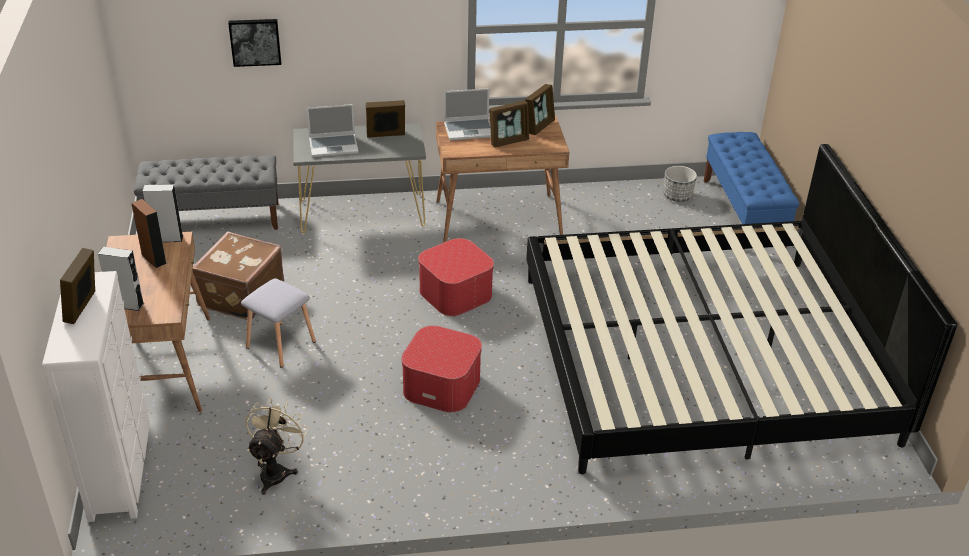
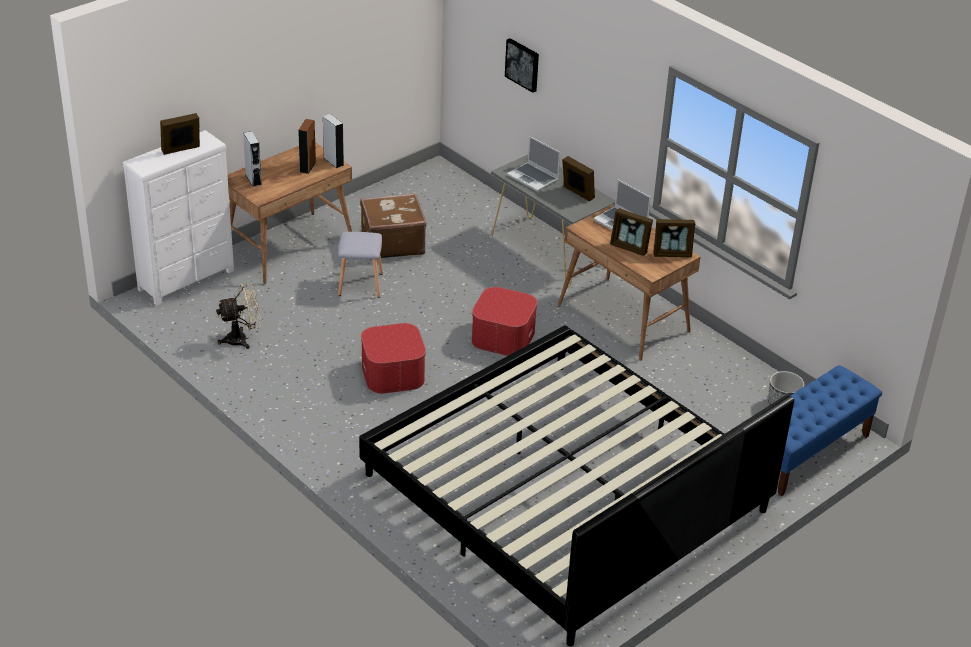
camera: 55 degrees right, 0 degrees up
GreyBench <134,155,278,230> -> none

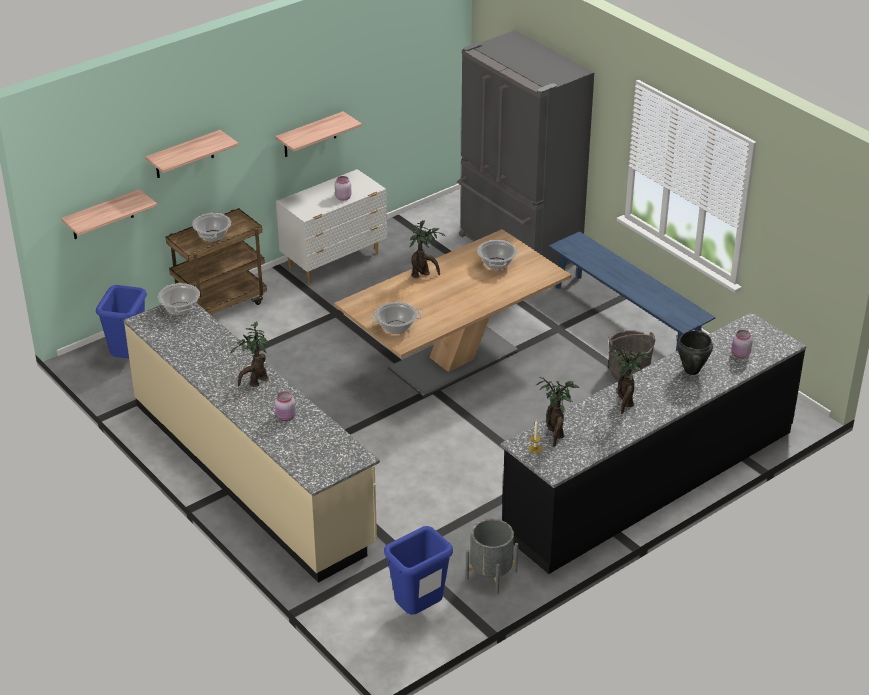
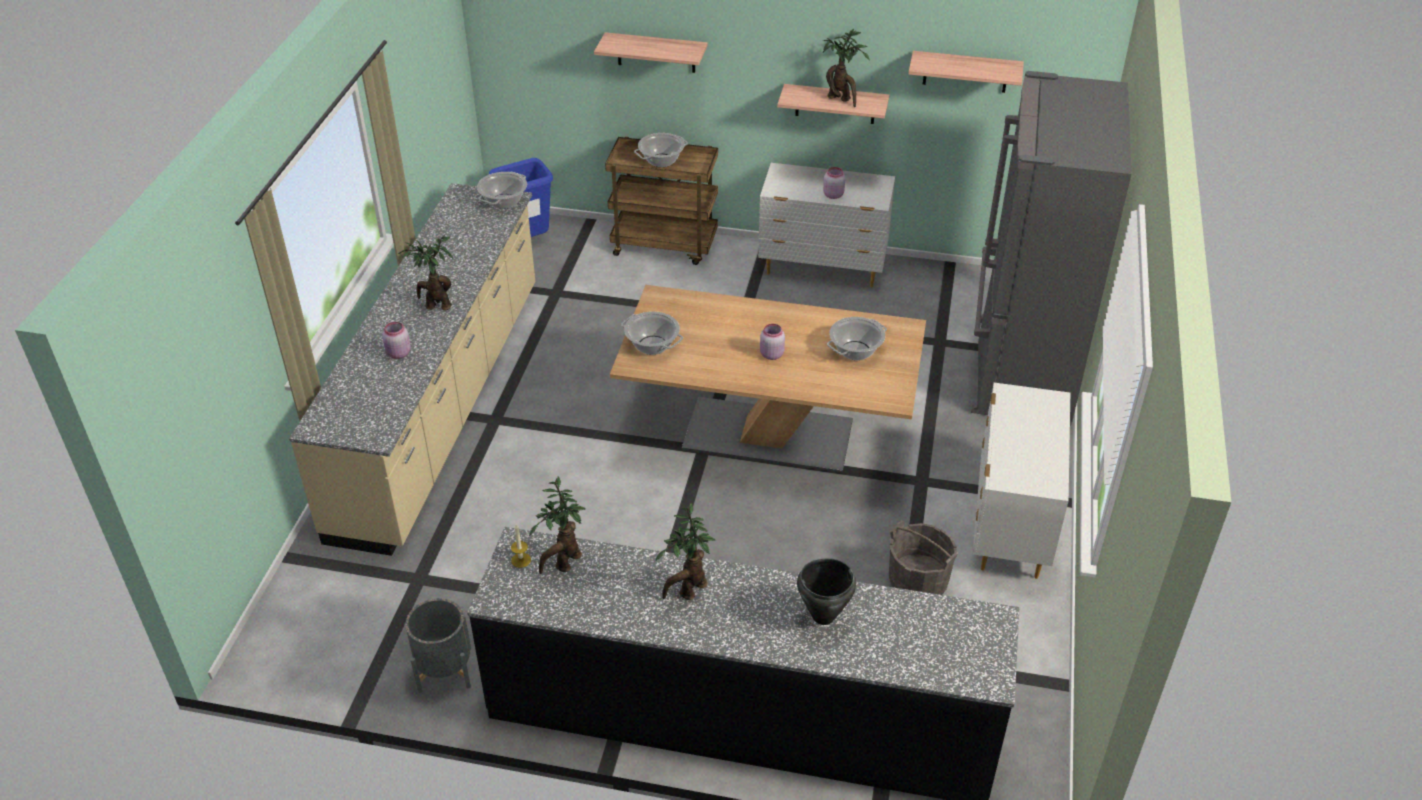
camera: 50 degrees right, 5 degrees up
Shelf <61,189,157,239> -> Shelf <908,51,1024,93>, move
PottedPlant <410,220,445,278> -> PottedPlant <822,29,869,107>, move
BlueBench <549,231,716,351> -> WhiteDresser <973,383,1070,579>
PinkJar <732,330,753,358> -> PinkJar <760,324,785,360>, move
BlueTrashCan <384,526,453,615> -> none

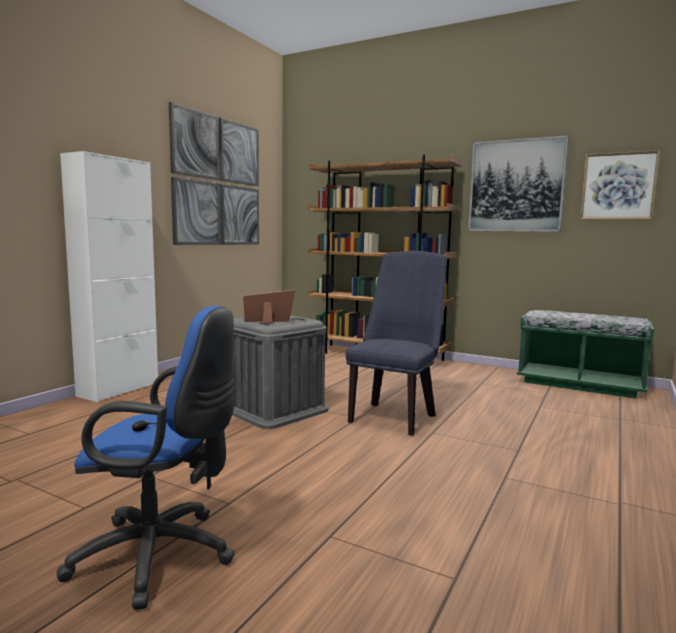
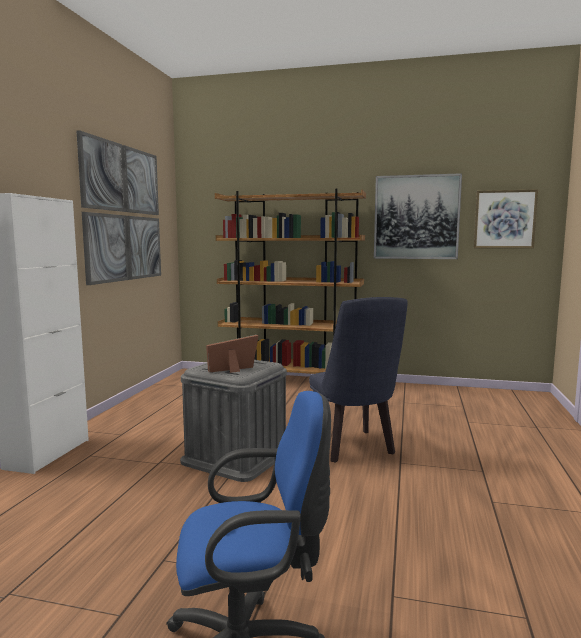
camera: 15 degrees left, 0 degrees up
BlueChair <346,251,447,436> -> BlueChair <309,297,407,463>, 150 degrees clockwise
GreenBench <517,310,654,399> -> none

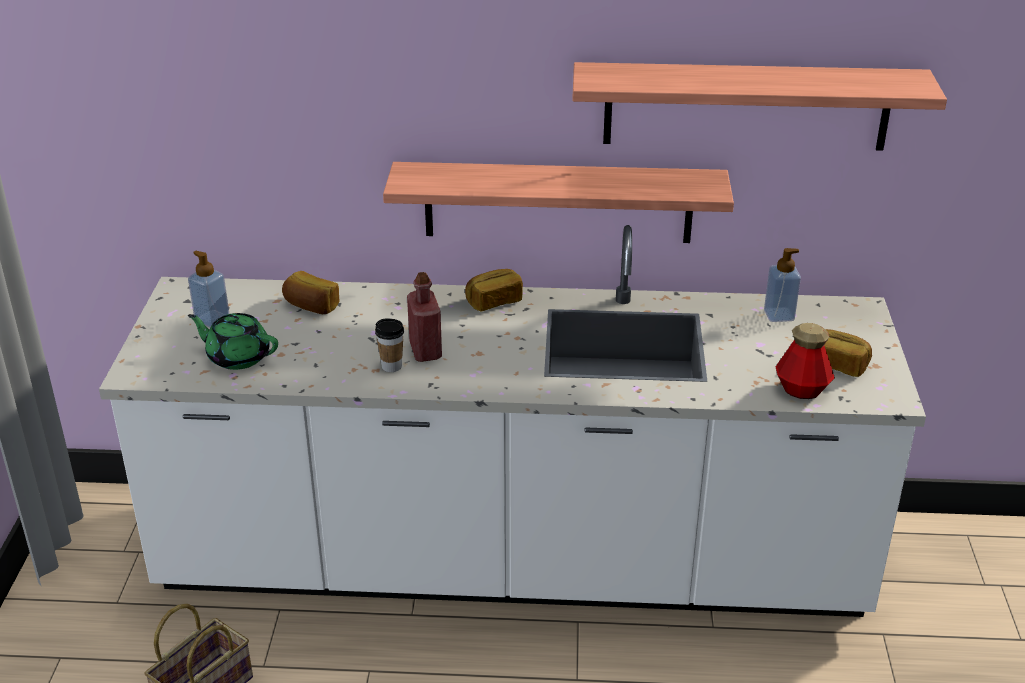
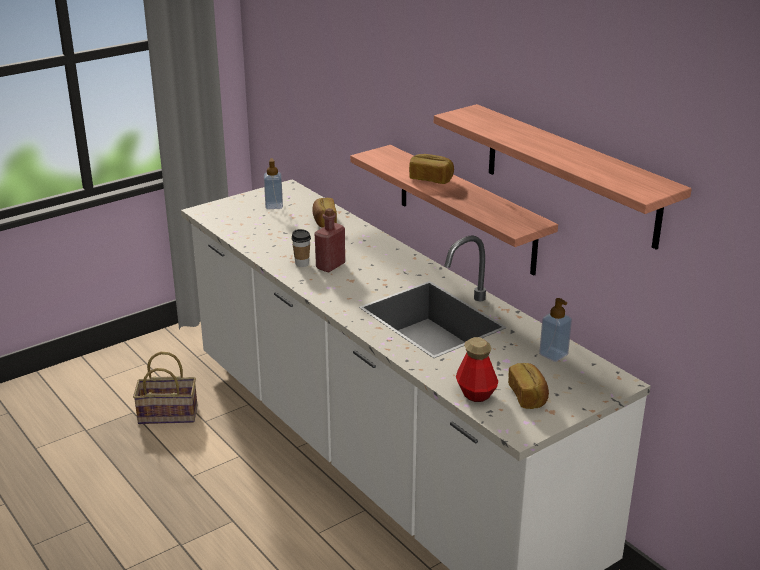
camera: 50 degrees right, 5 degrees down
Bread <465,269,523,311> -> Bread <409,154,454,184>, move
GreenTeapot <188,313,278,370> -> none

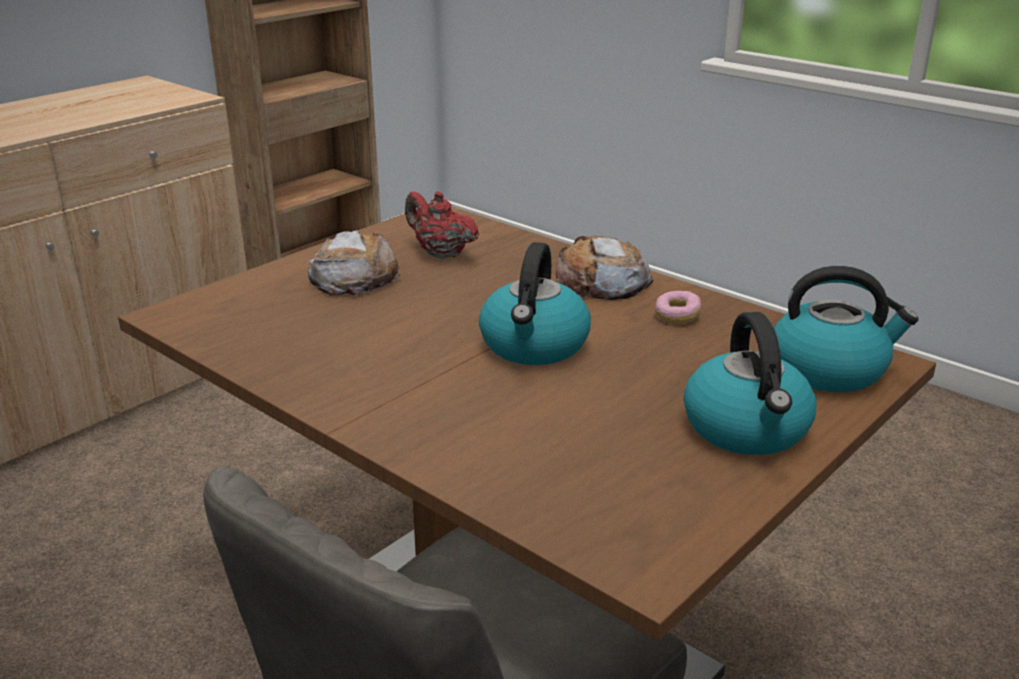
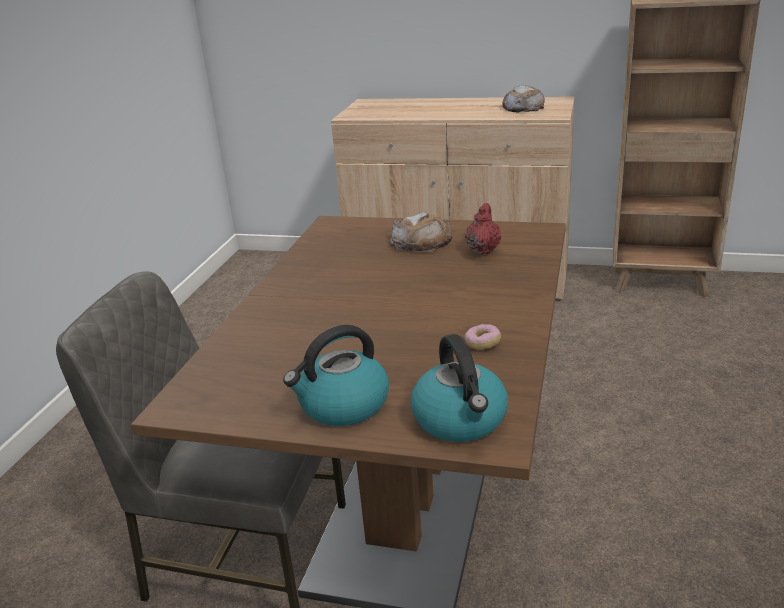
camera: 65 degrees right, 0 degrees up
Bread <555,236,653,300> -> Bread <502,85,545,113>, move
Kettle <479,242,591,365> -> none

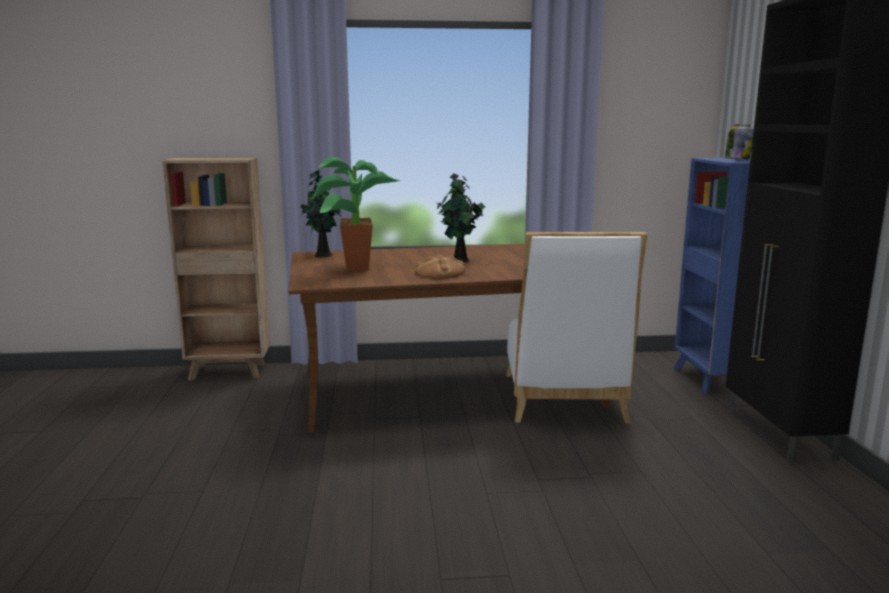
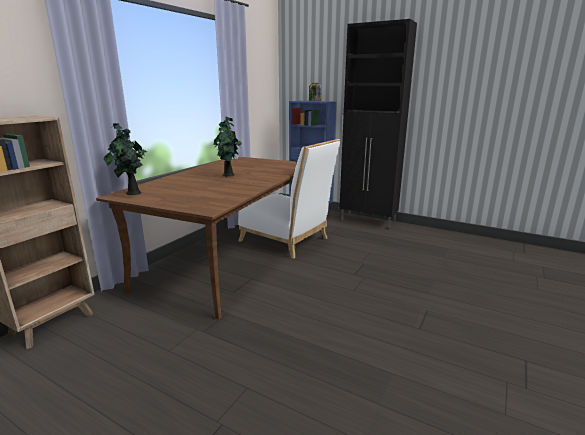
camera: 55 degrees left, 5 degrees up
PottedPlant <312,157,400,271> -> none
Bread <414,254,465,278> -> none

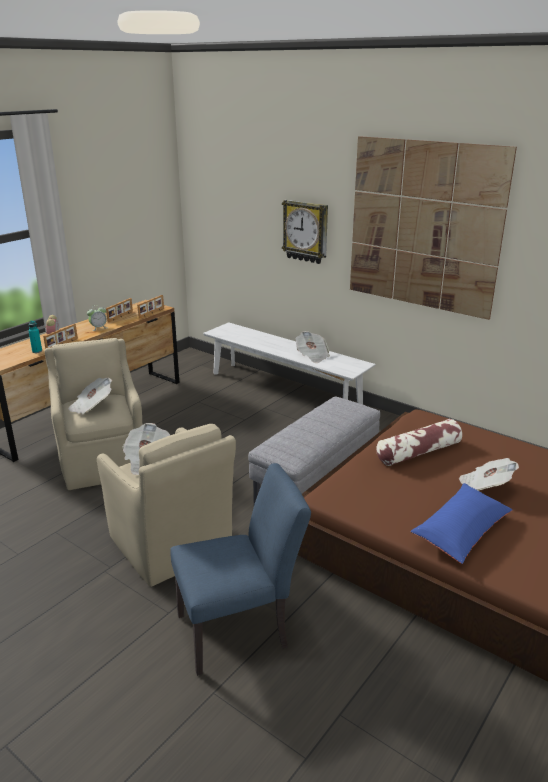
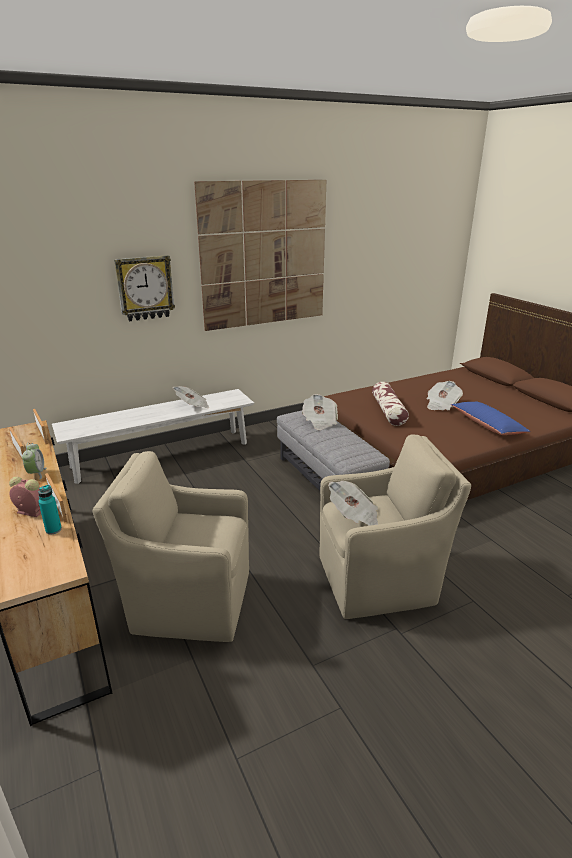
camera: 65 degrees left, 0 degrees up
Newspaper <68,378,112,415> -> Newspaper <302,394,338,430>, move
BlueChair <170,463,311,676> -> none

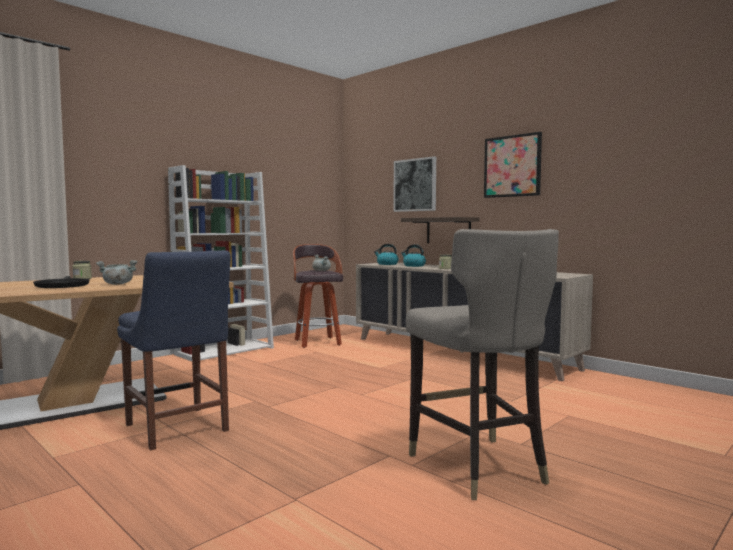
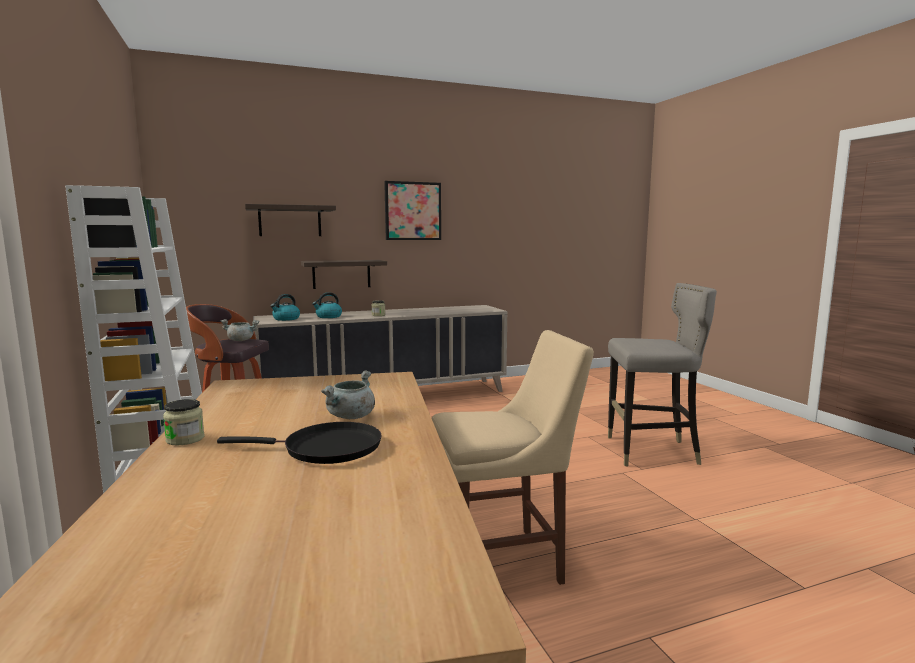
camera: 65 degrees left, 5 degrees up
Picture <393,156,436,212> -> Shelf <245,204,336,236>
BlueChair <117,250,231,450> -> BeigeChair <432,330,594,585>

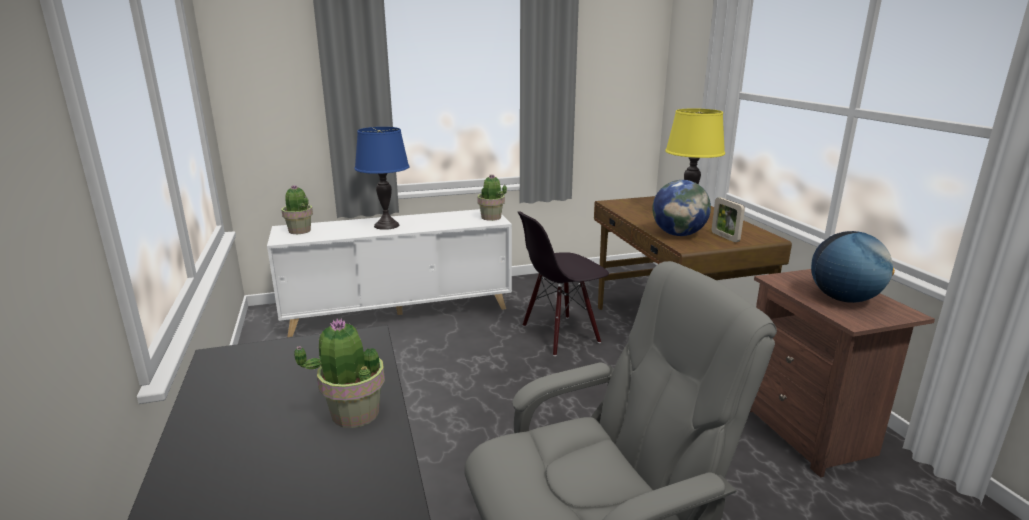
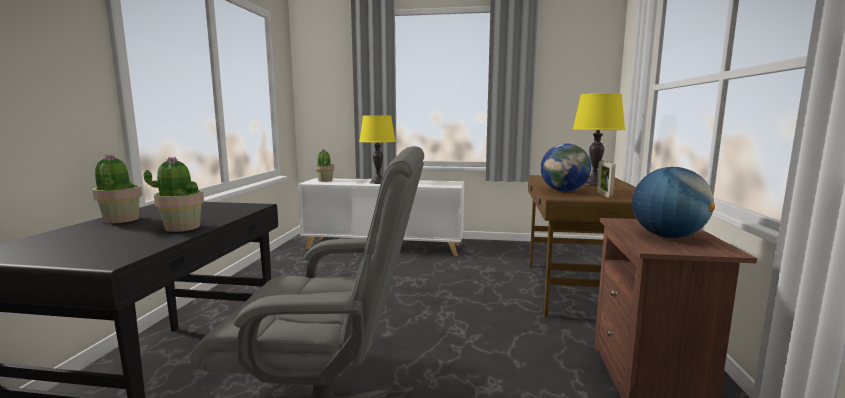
camera: 25 degrees right, 10 degrees down
BlueTableLamp <354,127,410,230> -> YellowTableLamp <359,115,396,184>
PottedPlant <477,174,507,221> -> PottedPlant <92,154,142,223>, move
BlackChair <518,211,609,356> -> none

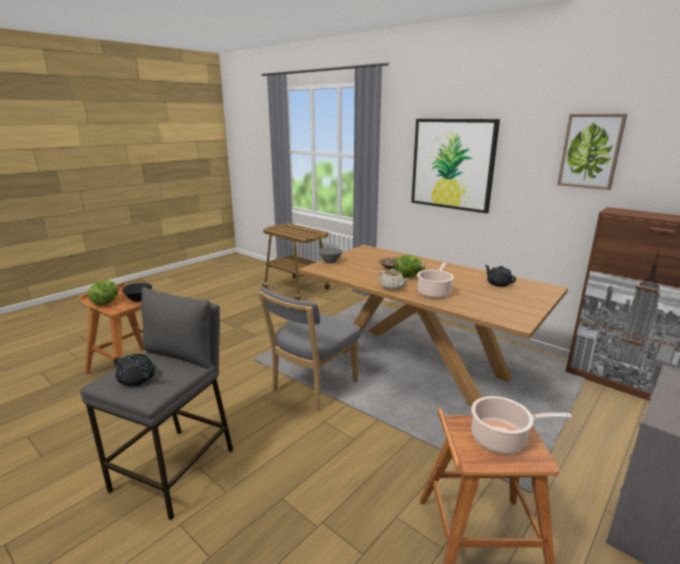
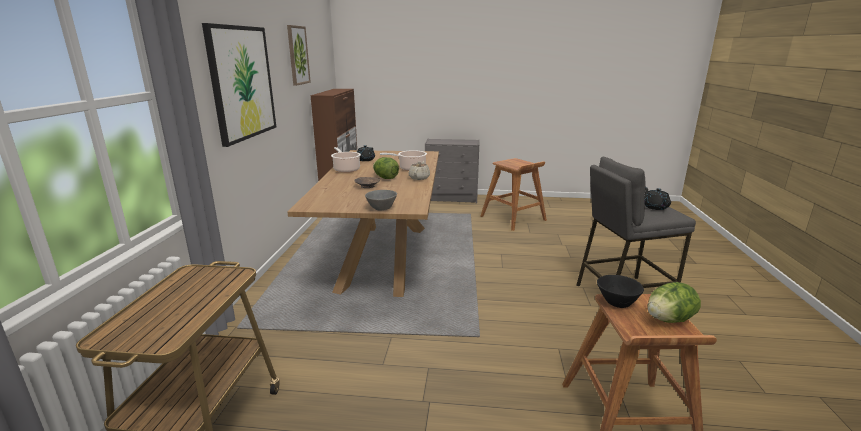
camera: 125 degrees left, 0 degrees up
GreyChair <258,287,361,412> -> none
CookingPot <471,396,572,454> -> CookingPot <331,147,361,173>, move

